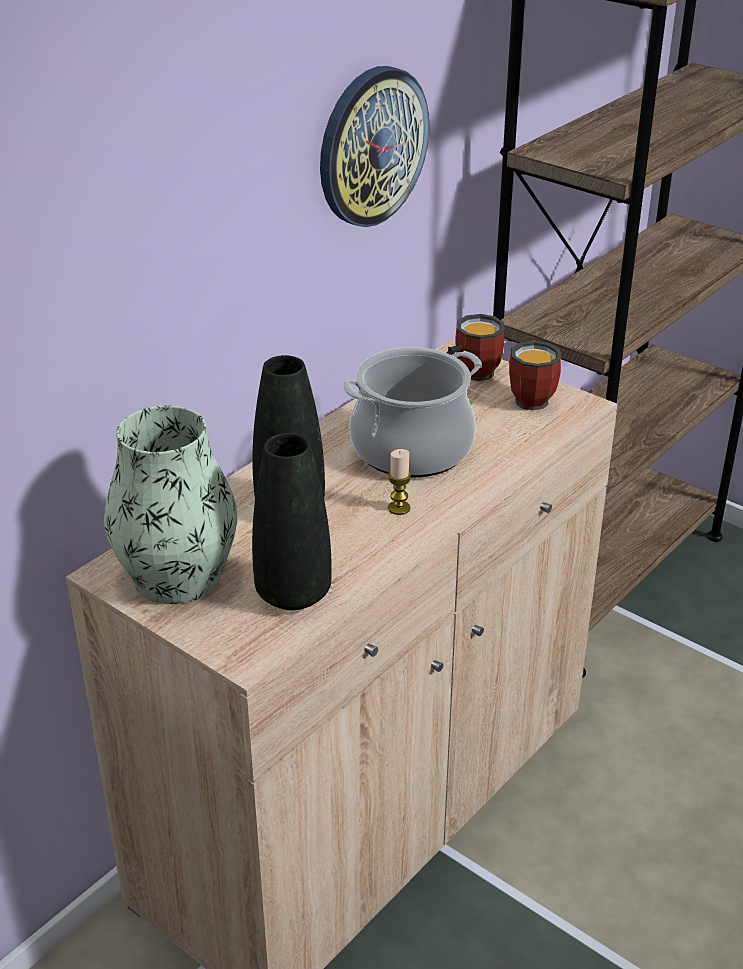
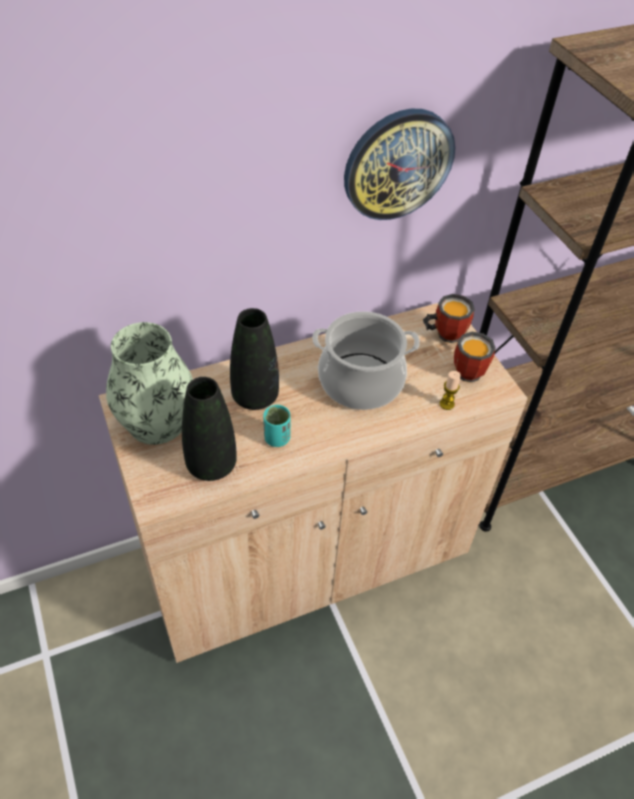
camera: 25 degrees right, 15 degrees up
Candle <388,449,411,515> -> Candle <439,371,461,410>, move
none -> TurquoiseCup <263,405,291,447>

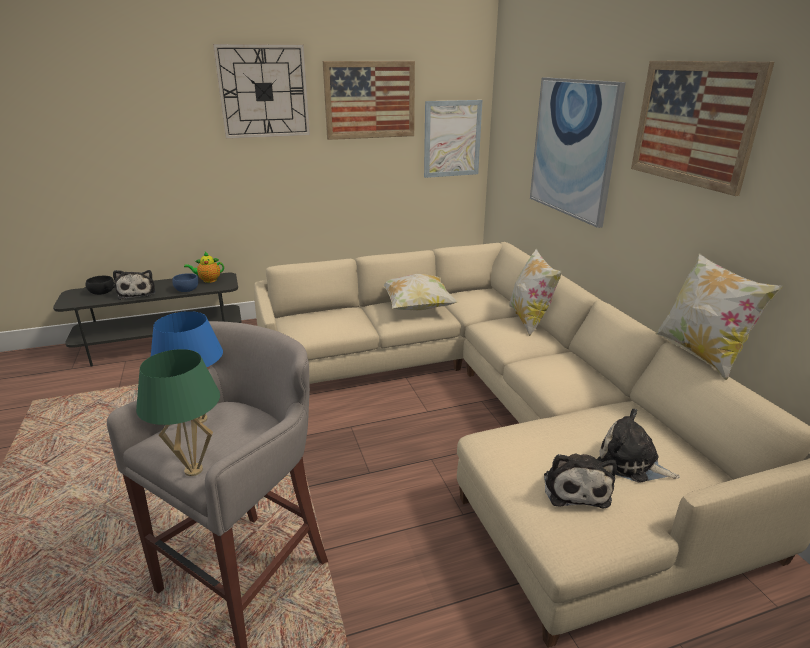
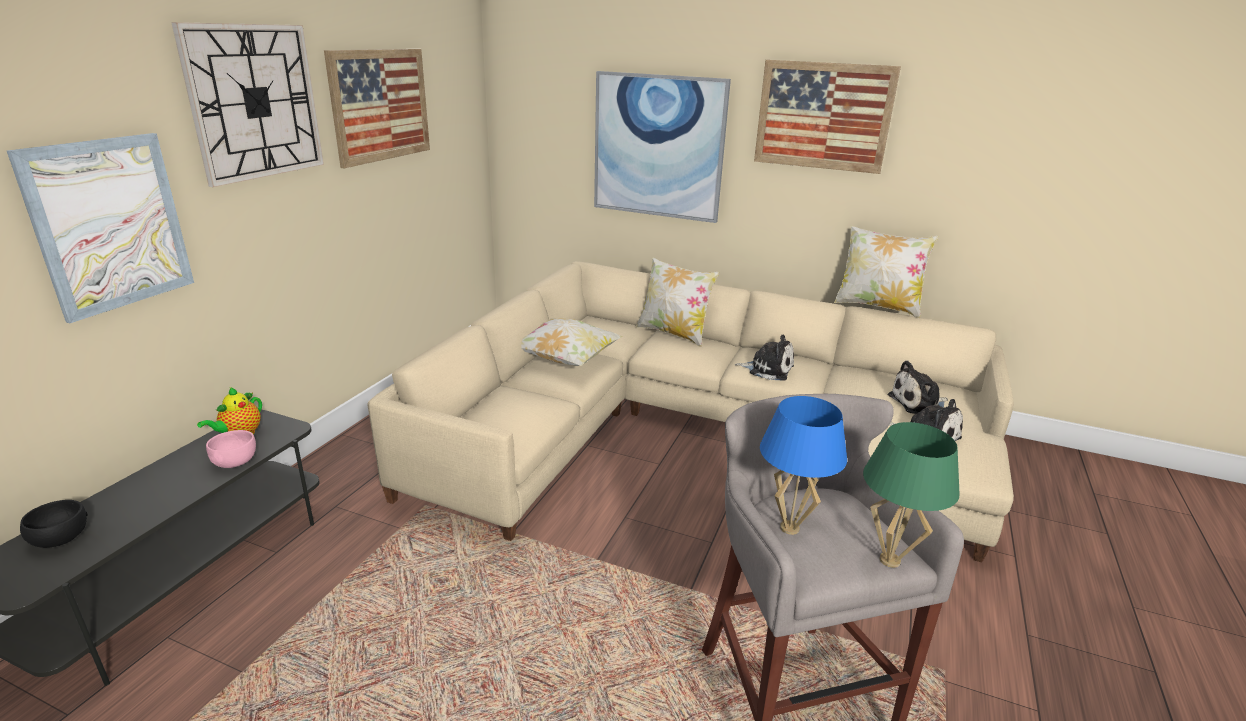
camera: 50 degrees left, 0 degrees up
Picture <424,100,482,178> -> Picture <7,133,194,323>, move
PlushToy <113,270,156,300> -> PlushToy <735,335,794,381>, move
BlueBowl <172,273,199,292> -> PinkBowl <206,430,256,468>

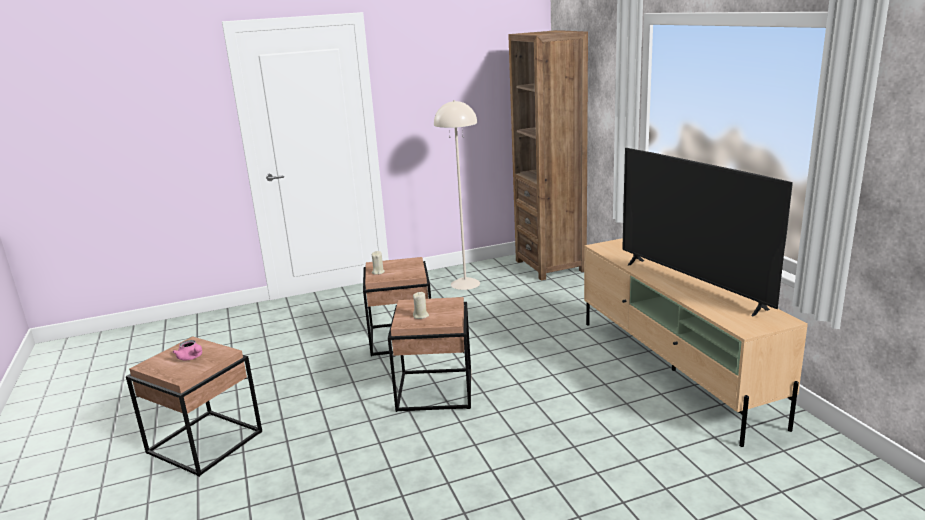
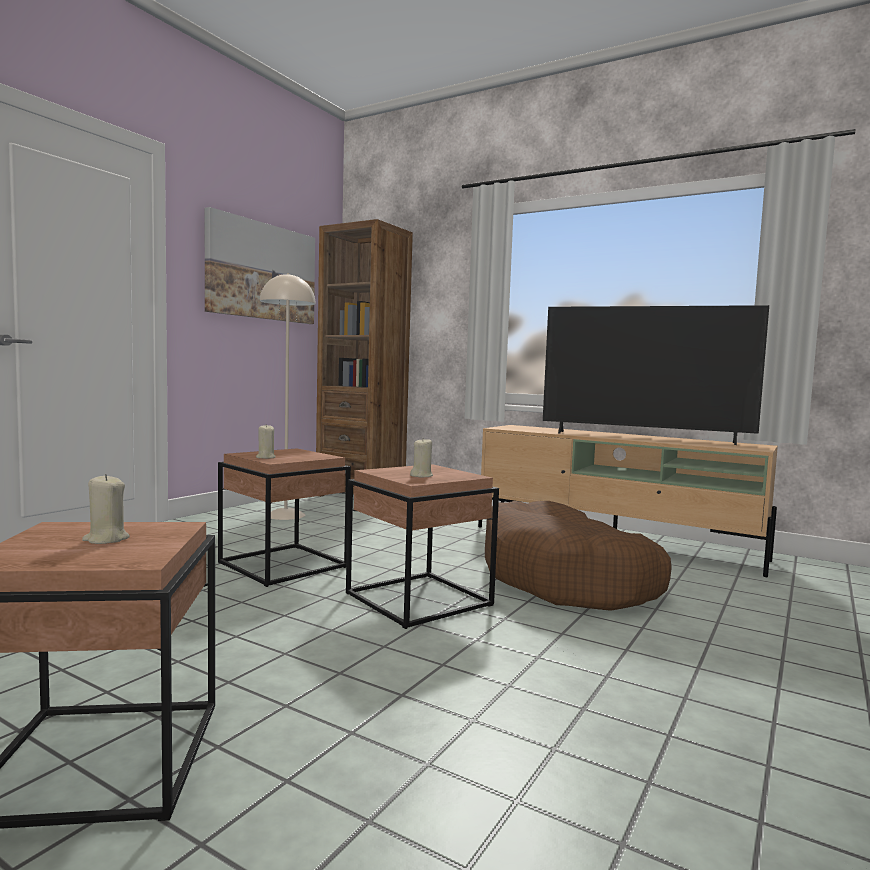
camera: 40 degrees left, 15 degrees down
PinkTeapot <173,340,202,360> -> BeigeCandle <82,474,130,544>
none -> Picture <205,207,315,324>
none -> BrownDogBed <485,501,672,611>

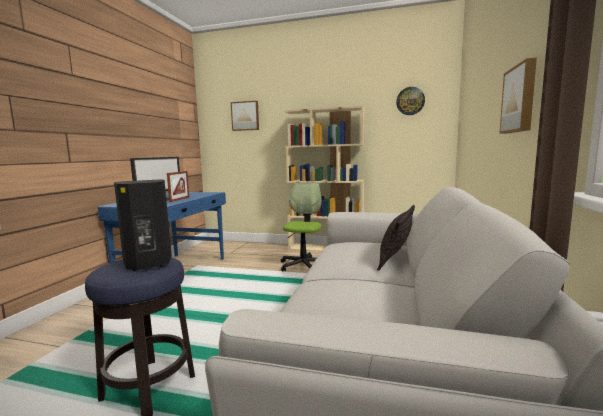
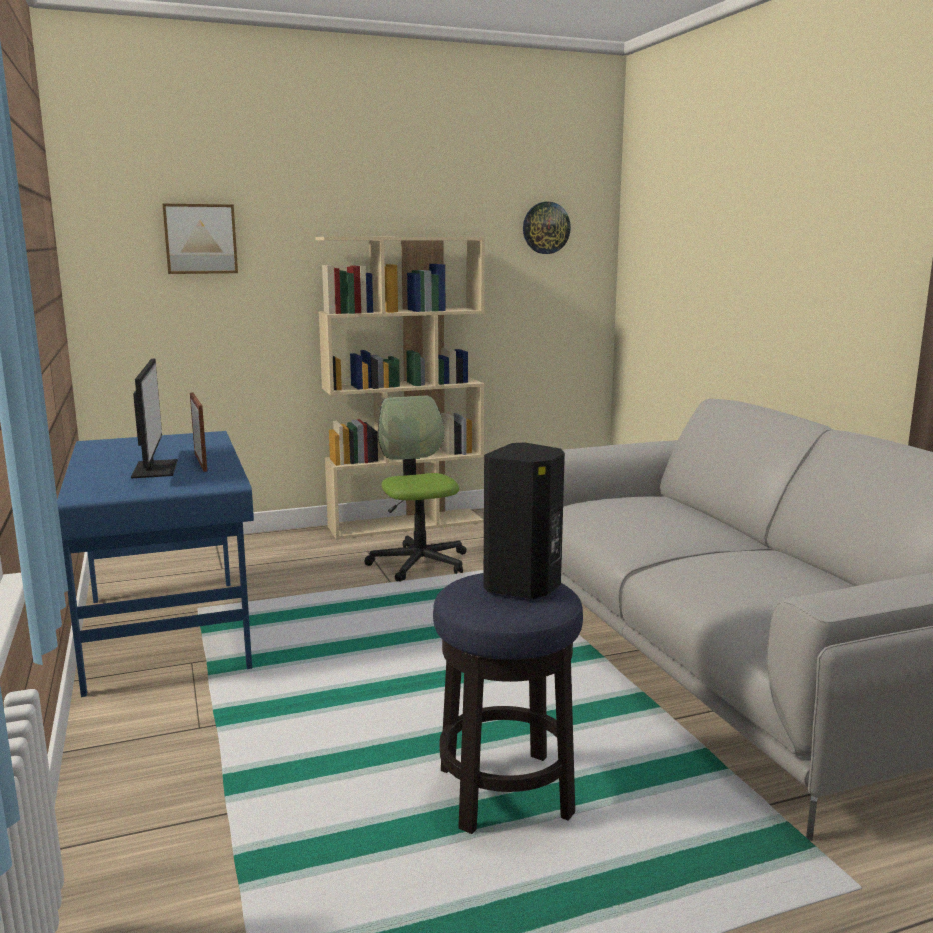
camera: 35 degrees left, 5 degrees up
Picture <499,57,537,134> -> none
Pillow <377,205,415,271> -> none

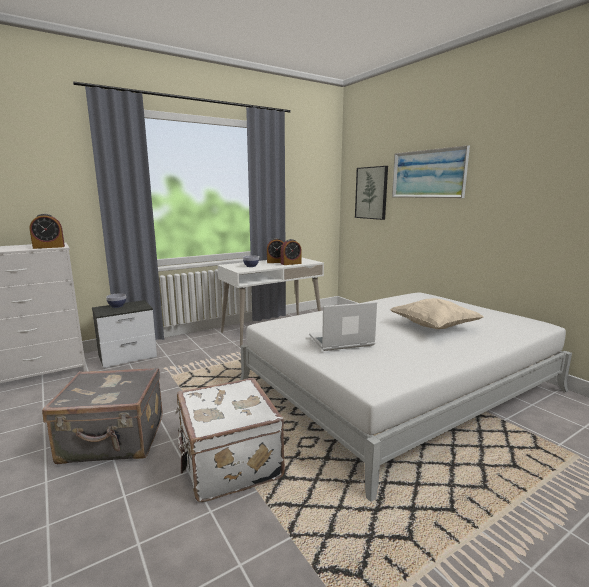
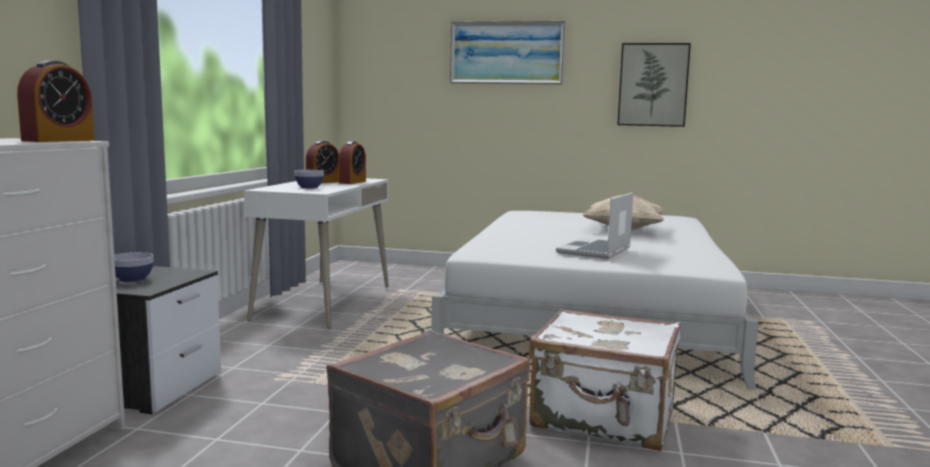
camera: 45 degrees left, 5 degrees down
Picture <355,166,388,220> -> Picture <617,43,691,127>, move

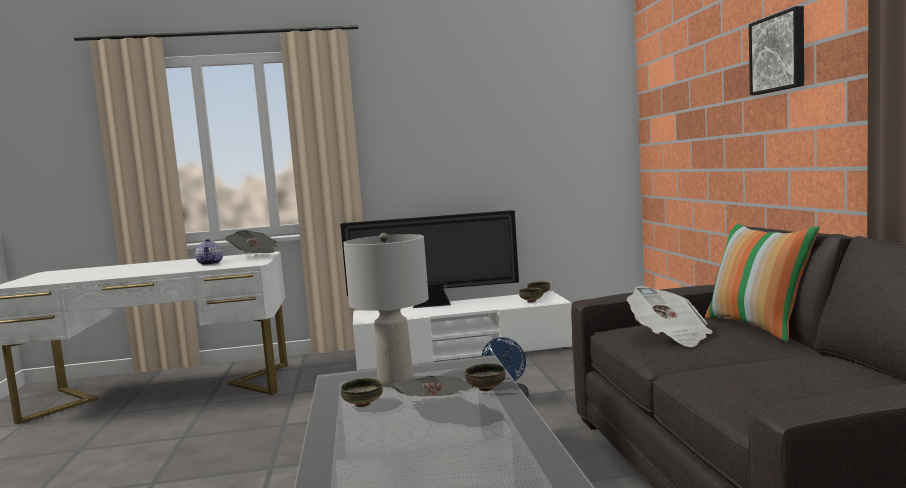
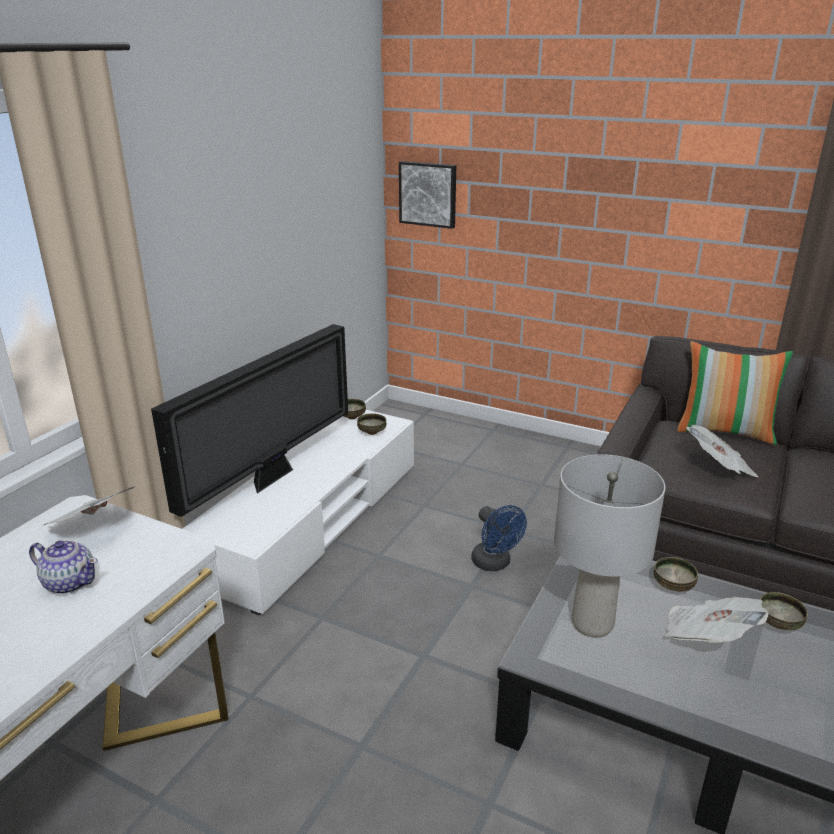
camera: 55 degrees left, 20 degrees up
Picture <749,6,804,95> -> Picture <399,161,456,229>, move
Bowl <341,378,383,407> -> Bowl <760,592,808,630>, move

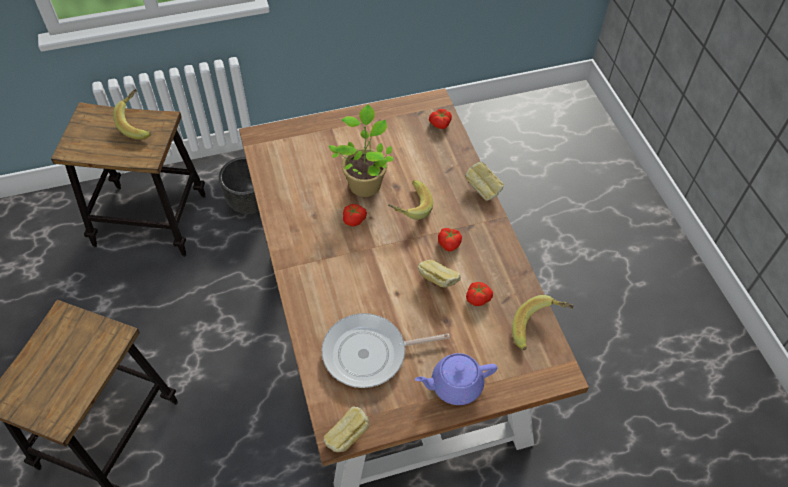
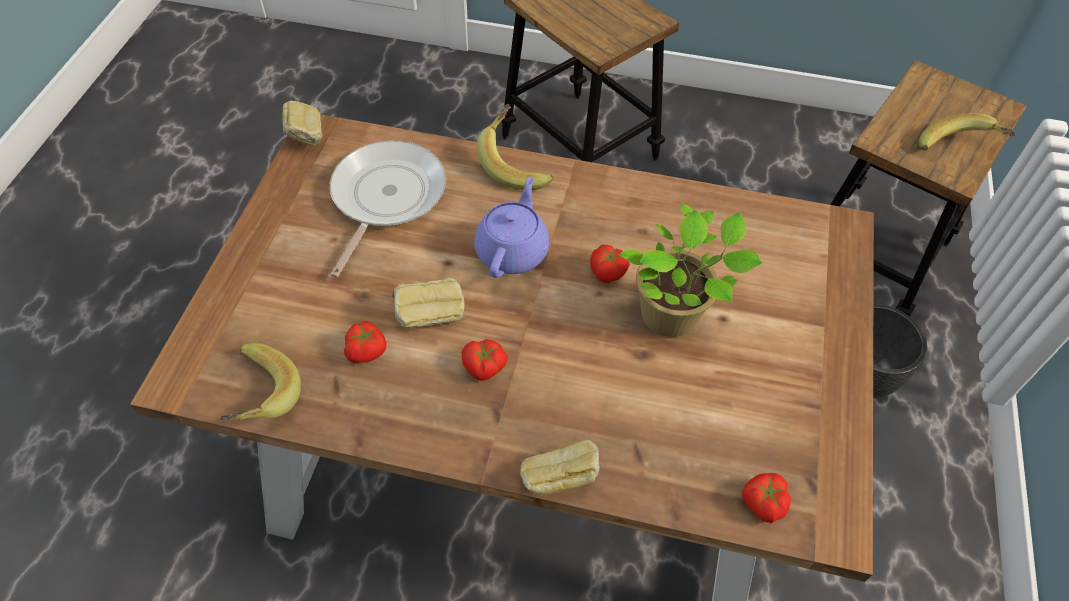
camera: 120 degrees right, 0 degrees up
Banana <388,180,433,220> -> Banana <477,104,553,190>, move
PurpleTeapot <415,353,497,405> -> PurpleTeapot <474,177,549,278>, move

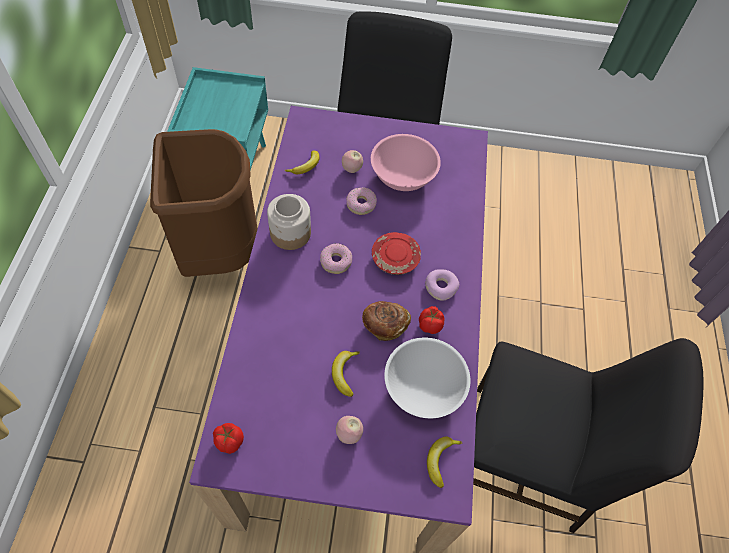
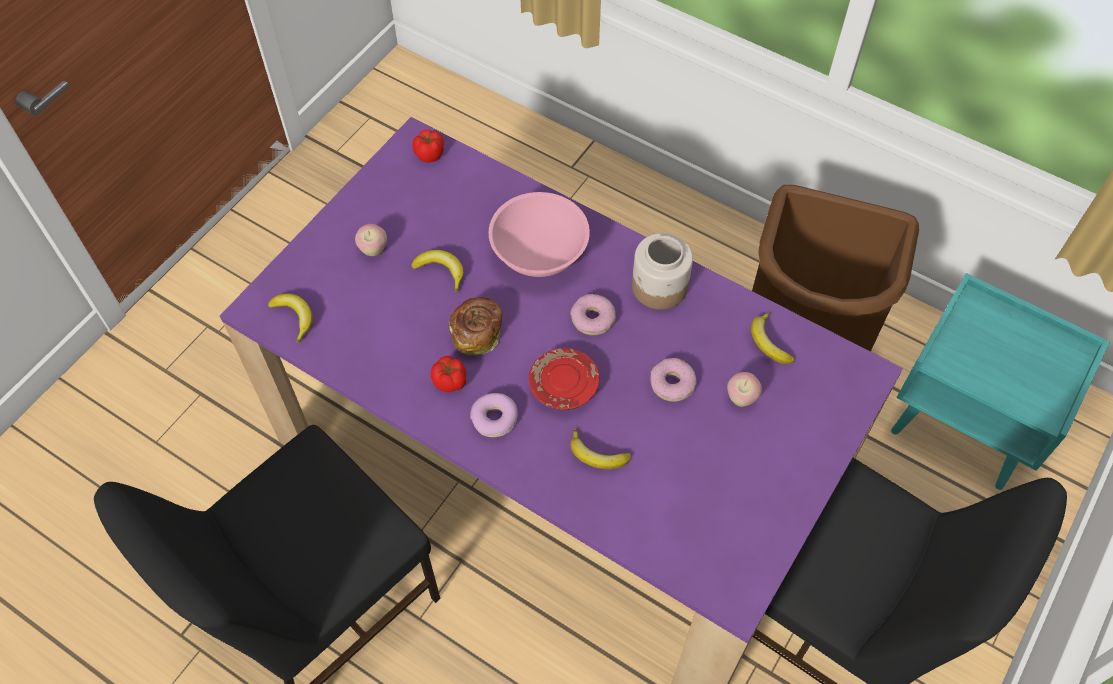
camera: 120 degrees right, 0 degrees up
PinkBowl <371,134,441,191> -> PinkBowl <489,192,590,277>, move
WhiteBowl <384,338,470,418> -> none
none -> Banana <570,429,631,469>

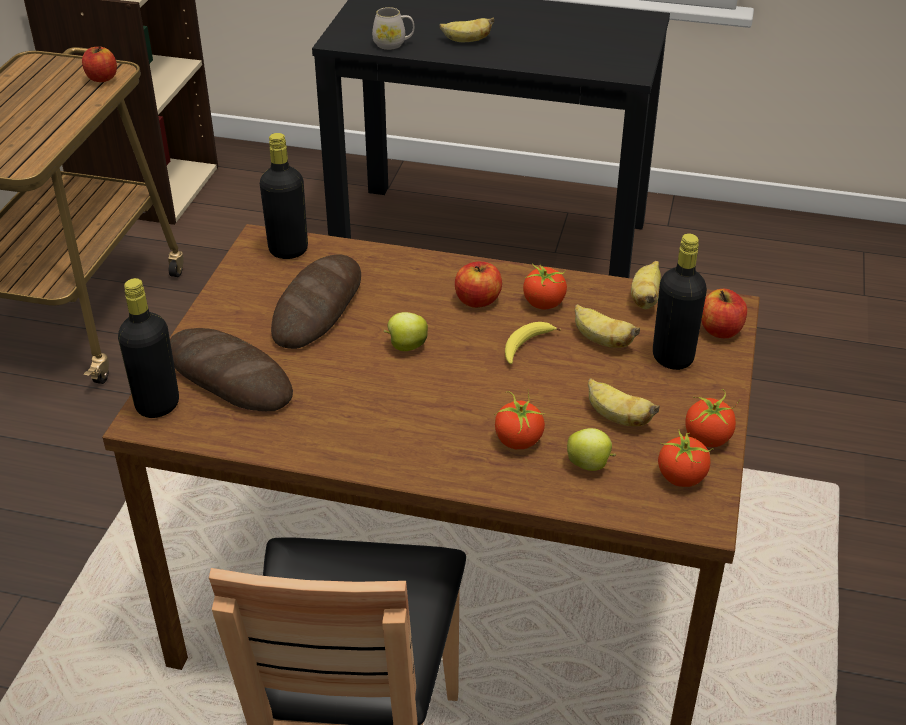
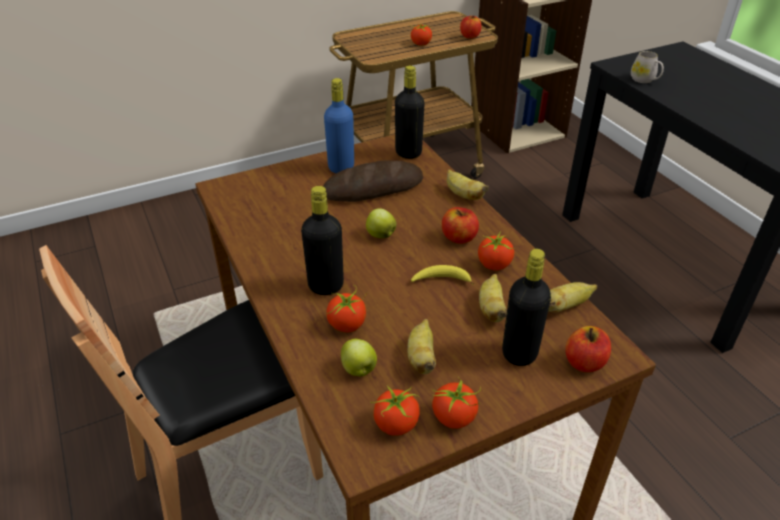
camera: 50 degrees right, 0 degrees up
Banana <440,17,494,42> -> Banana <447,169,489,200>, move
BlackBottle <118,278,179,418> -> BlackBottle <301,186,344,295>, move
Bread <170,328,293,411> -> none
none -> Tomato <411,24,432,45>
none -> BlueBottle <324,78,354,173>

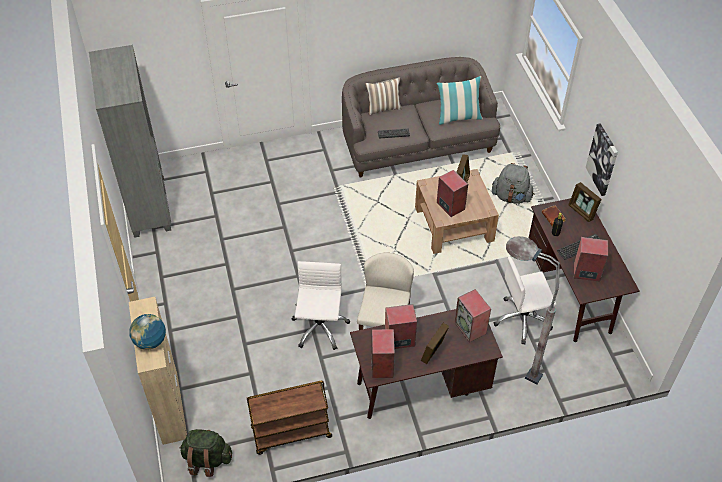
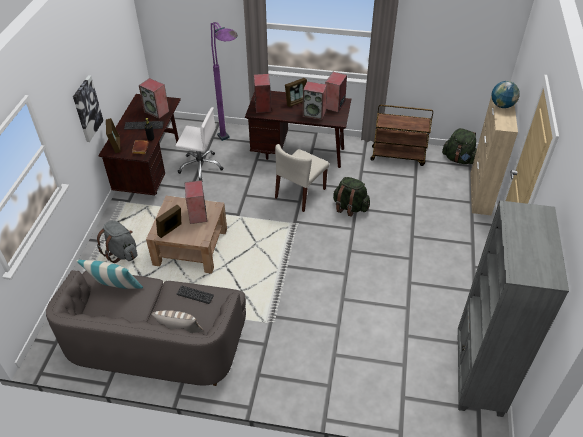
camera: 155 degrees left, 5 degrees down
GreyFloorLamp <506,236,560,385> -> PurpleFloorLamp <211,22,238,141>
WhiteOfficeChair <292,261,350,350> -> GreenBackpack <333,177,370,217>

